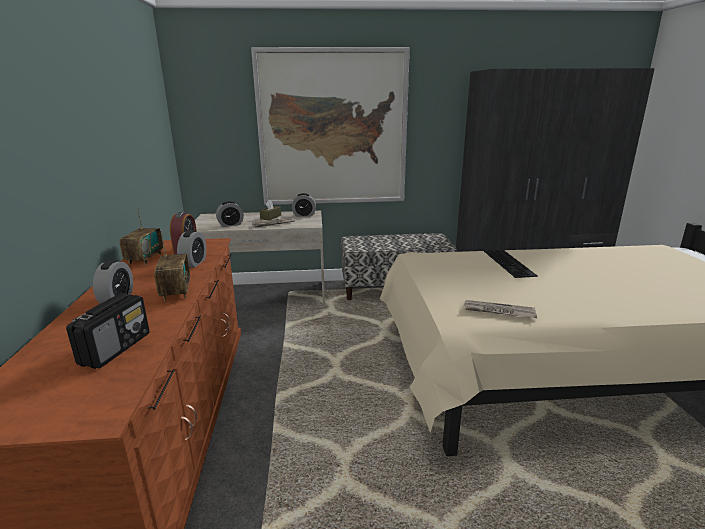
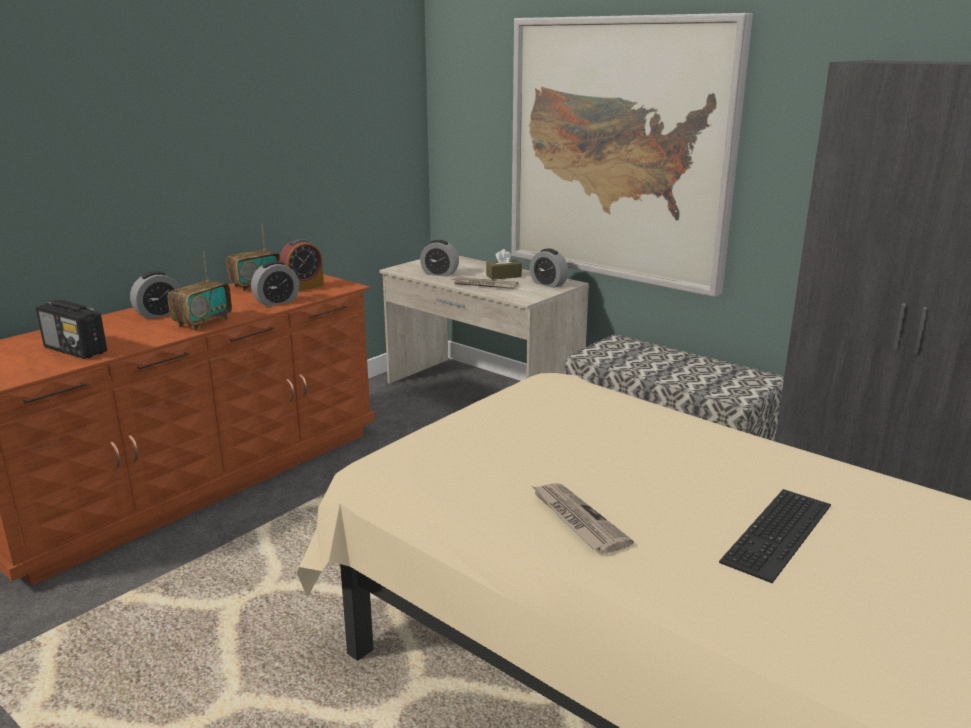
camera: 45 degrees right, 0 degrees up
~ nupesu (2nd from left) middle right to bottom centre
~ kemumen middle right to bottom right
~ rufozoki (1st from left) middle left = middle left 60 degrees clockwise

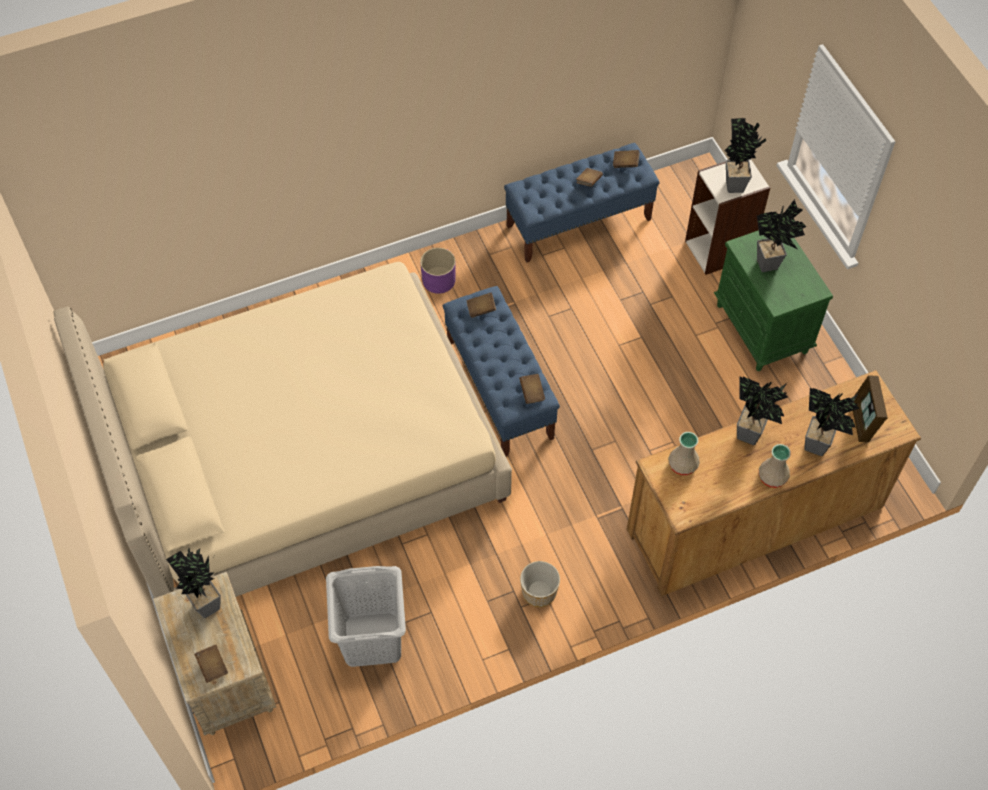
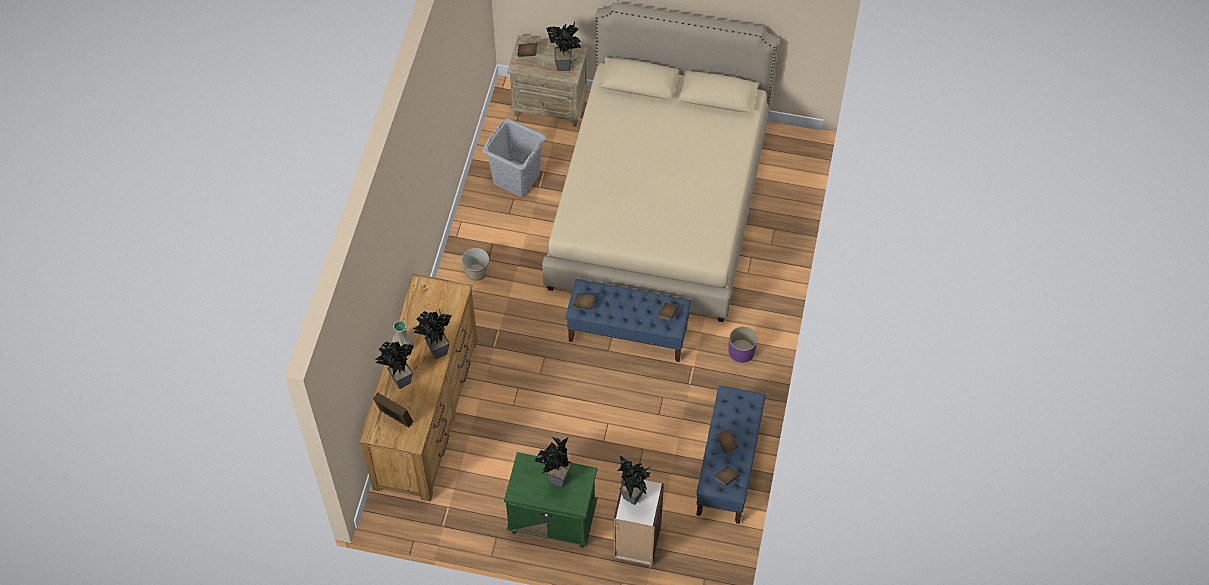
camera: 125 degrees right, 0 degrees up
- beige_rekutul (1st from left) middle right

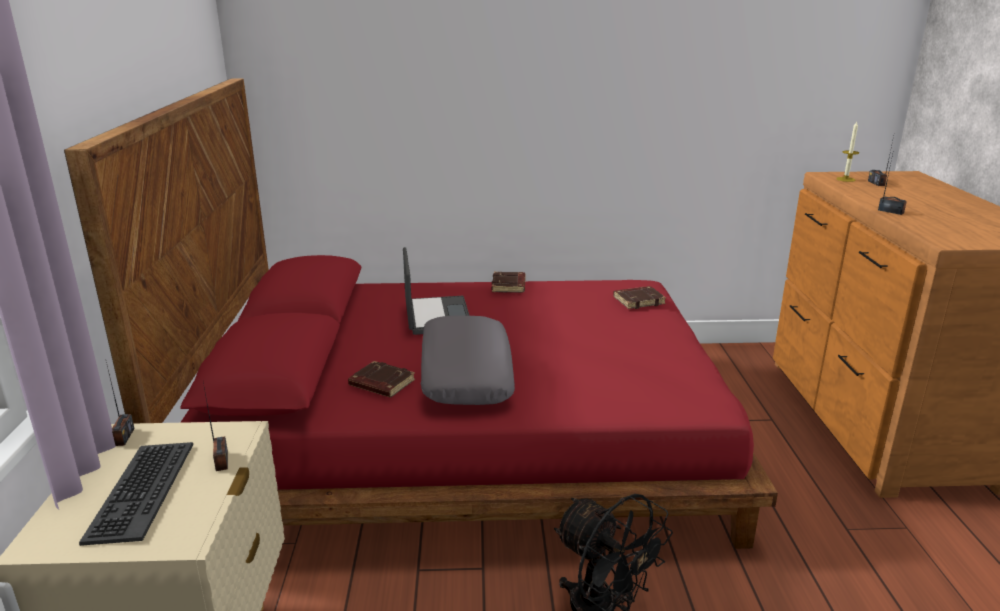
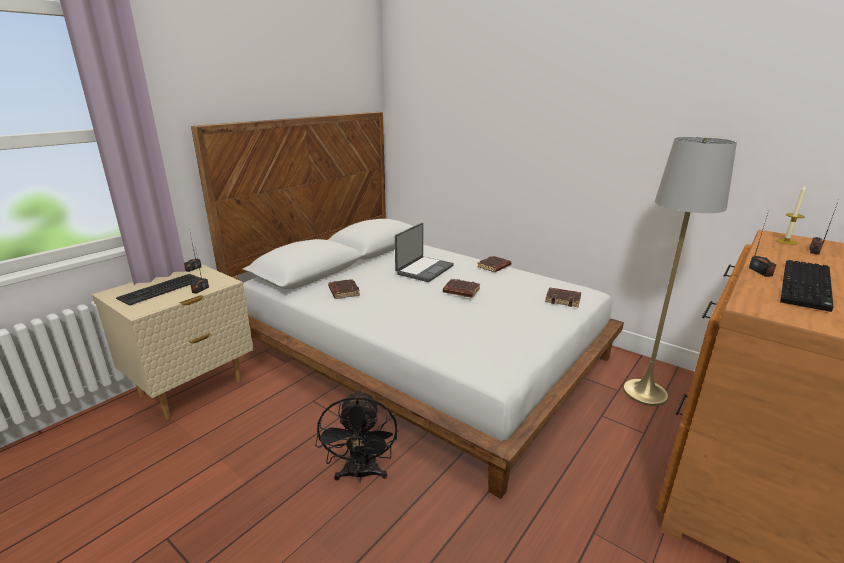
camera: 40 degrees right, 0 degrees up
- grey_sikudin centre
+ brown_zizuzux (2nd from left) centre
+ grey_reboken middle right
+ kemumen (2nd from left) middle right
~ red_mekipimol centre to white_mekipimol centre

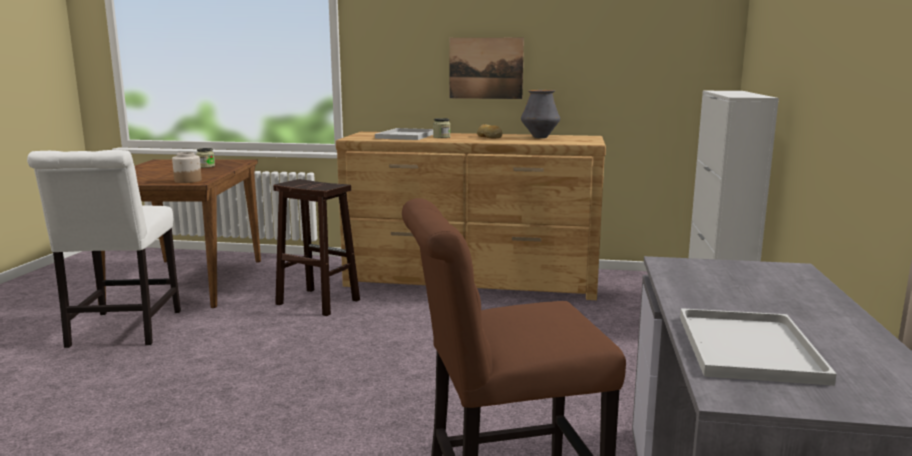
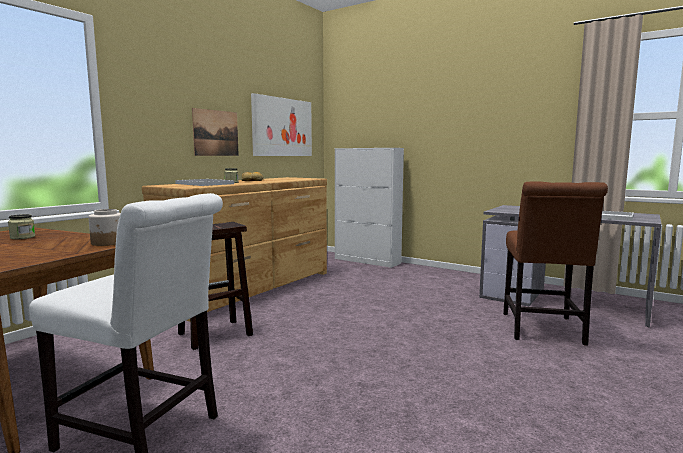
camera: 65 degrees left, 5 degrees down
- rekutul top centre
+ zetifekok (2nd from left) top centre

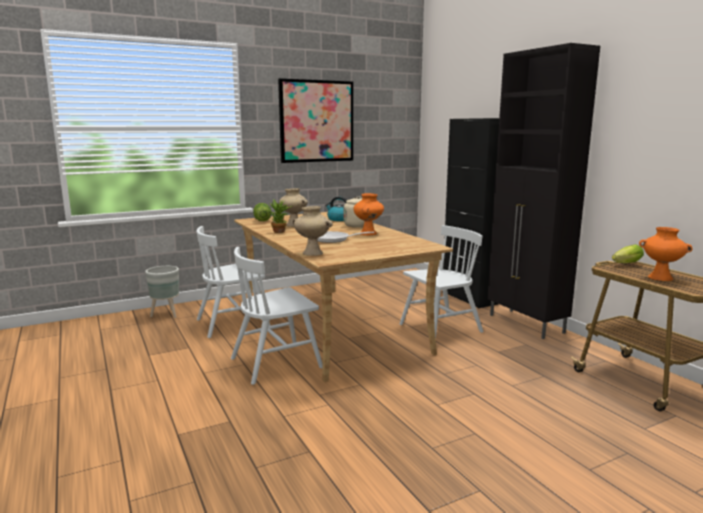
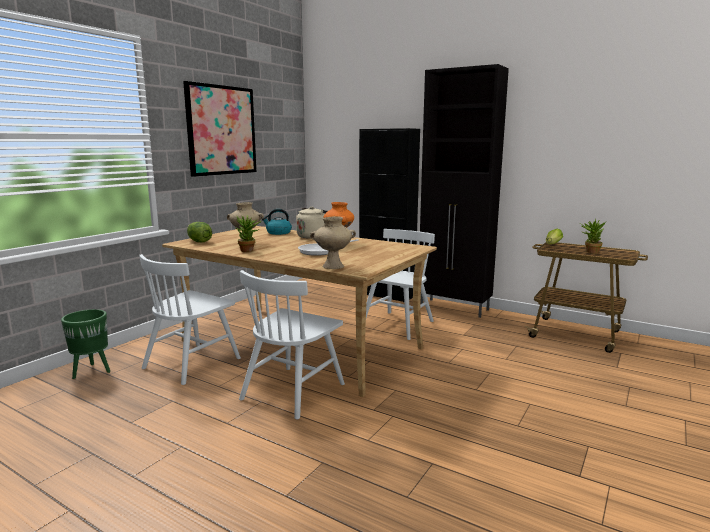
camera: 30 degrees left, 0 degrees up
~ orange_rekutul (2nd from left) middle right to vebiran (2nd from left) middle right
~ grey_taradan middle left to green_taradan middle left

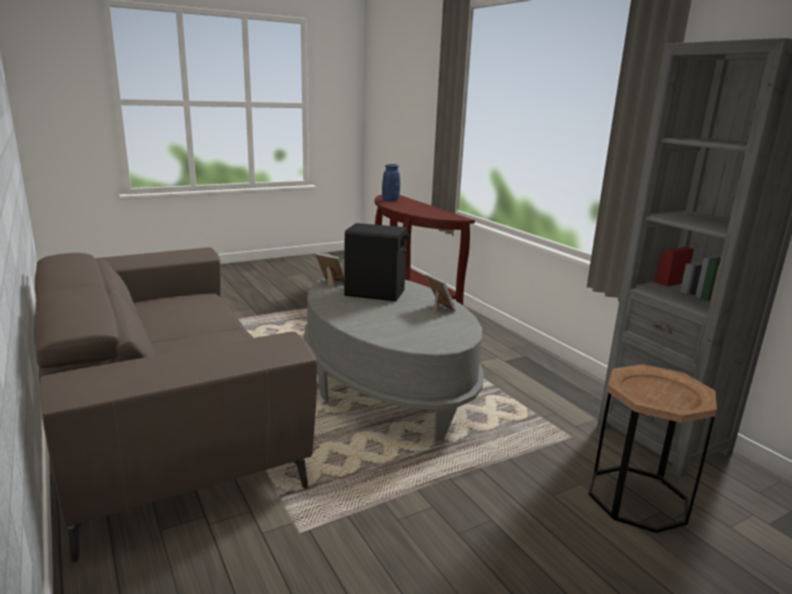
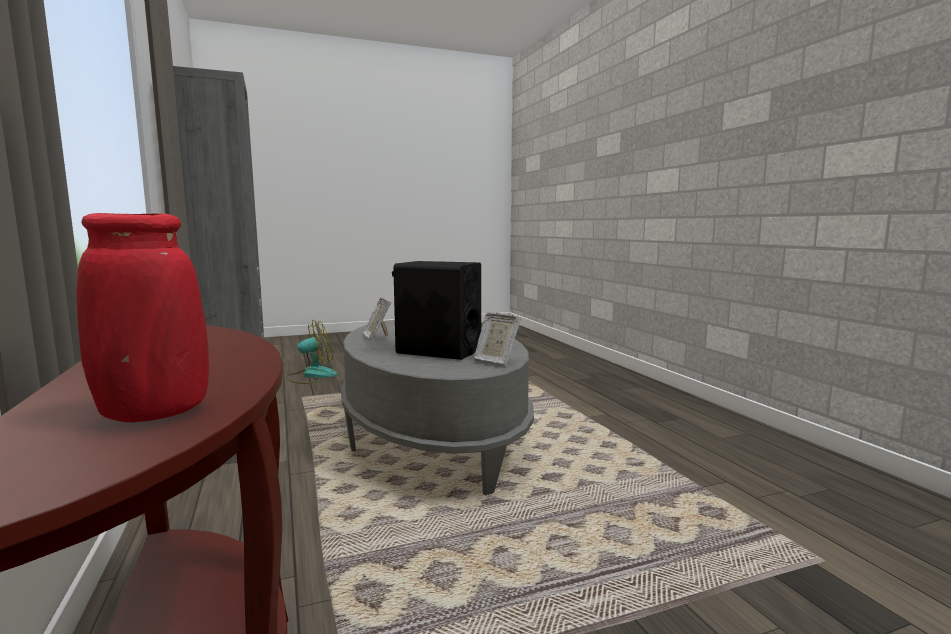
camera: 170 degrees left, 10 degrees down
- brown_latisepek bottom left
~ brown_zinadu bottom right to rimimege middle left
~ blue_rekutul top centre to red_rekutul middle left

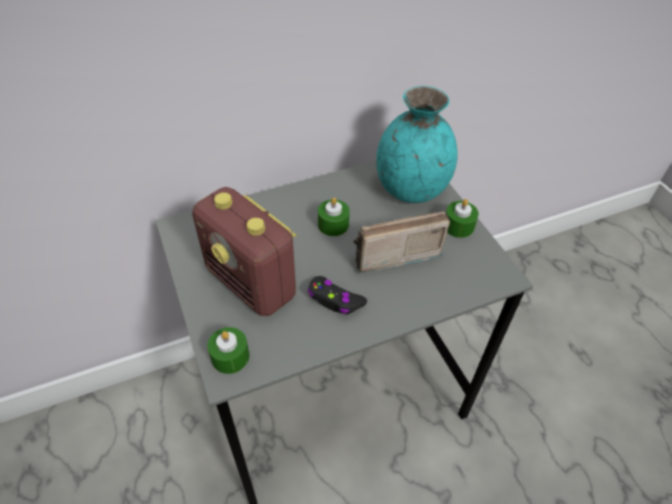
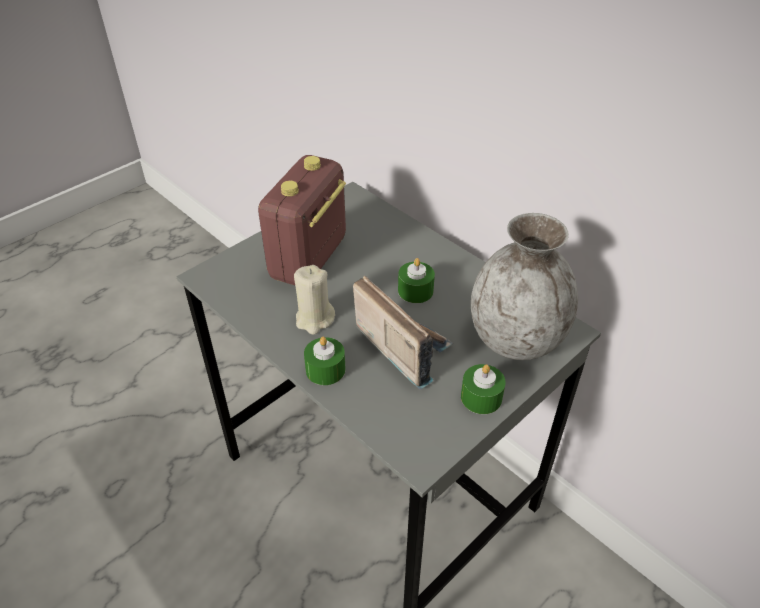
camera: 70 degrees right, 5 degrees down
~ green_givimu (1st from left) bottom centre to centre
~ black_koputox centre to beige_givimu centre
~ turquoise_rekutul top centre to grey_rekutul middle right

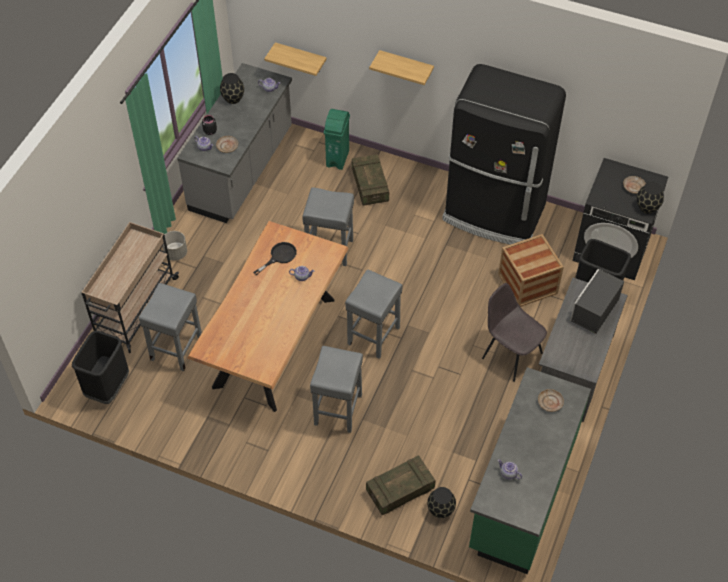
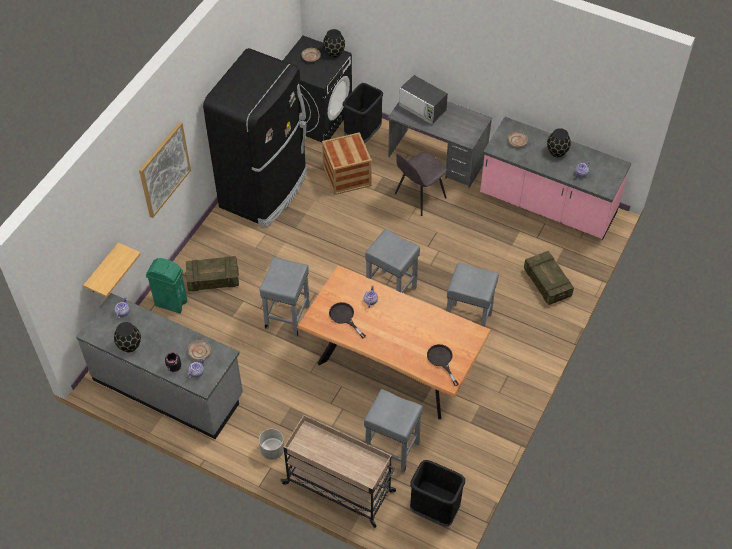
camera: 85 degrees left, 0 degrees up
+ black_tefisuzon (2nd from left) centre
~ black_rekutul (2nd from left in the first image) bottom centre to black_rekutul (3rd from left) top right
~ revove (2nd from left) top centre to zetifekok top left
~ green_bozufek bottom right to pink_bozufek top right

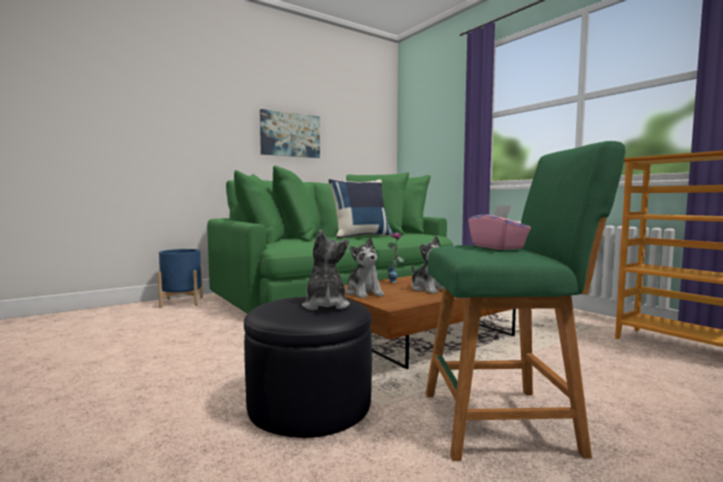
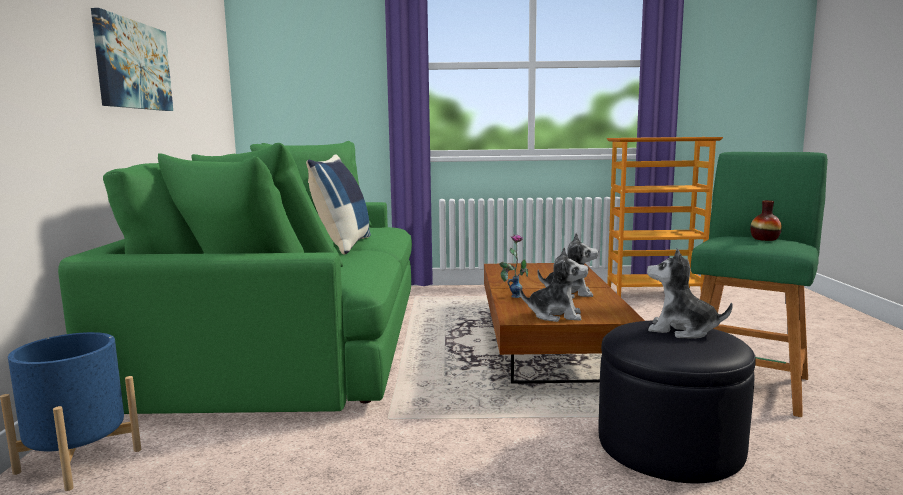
camera: 55 degrees left, 5 degrees up
~ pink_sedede middle right to rekutul (2nd from left) middle right

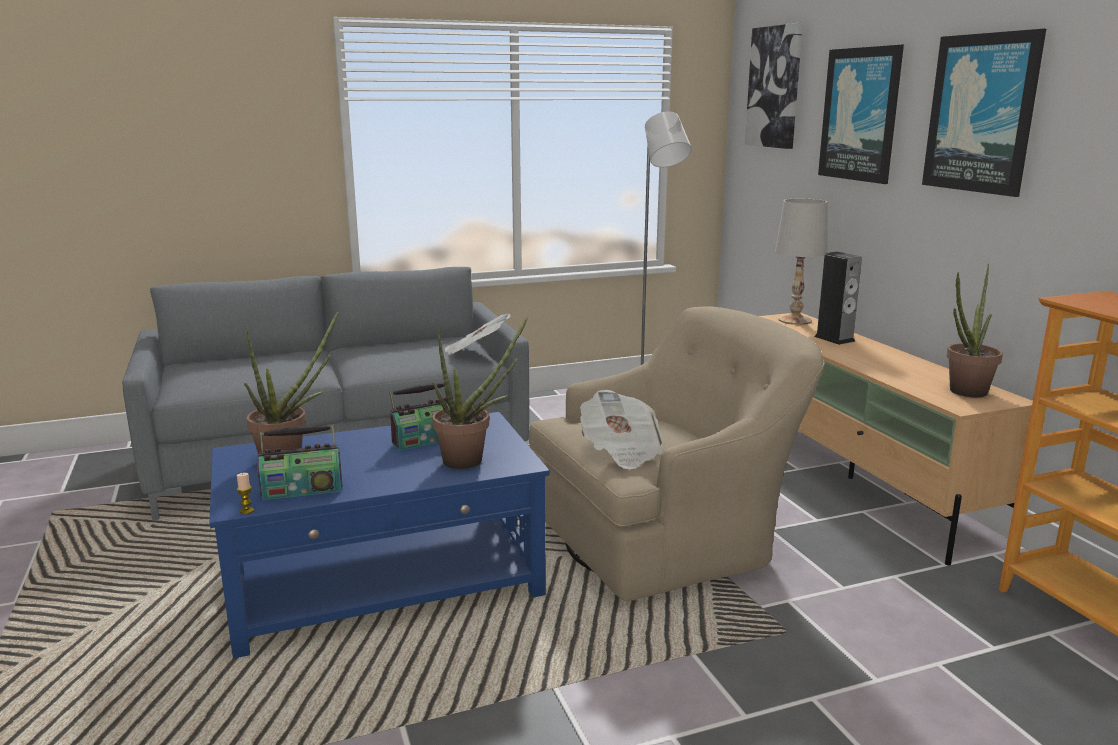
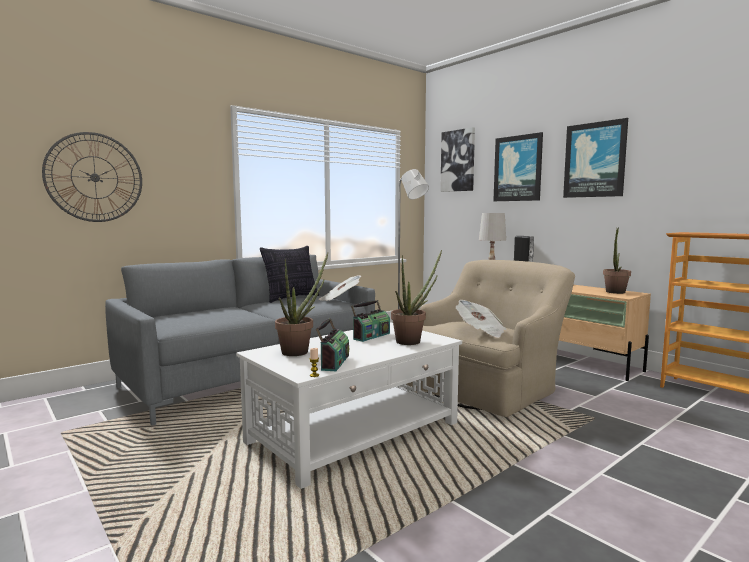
camera: 20 degrees left, 10 degrees down
+ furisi top left
+ sikudin centre
~ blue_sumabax bottom centre to white_sumabax bottom centre
~ rufozoki (1st from left) middle left = centre 45 degrees counterclockwise

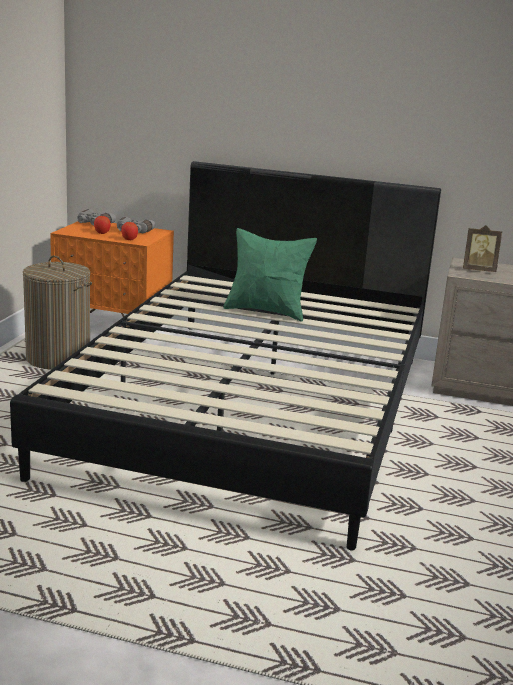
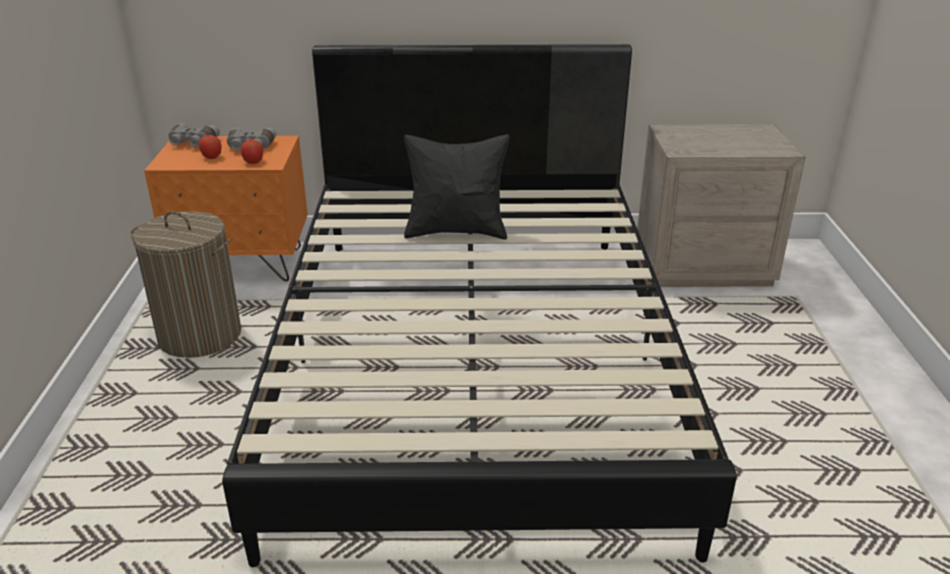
camera: 15 degrees left, 10 degrees up
- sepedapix middle right
~ green_sikudin centre to black_sikudin top centre

